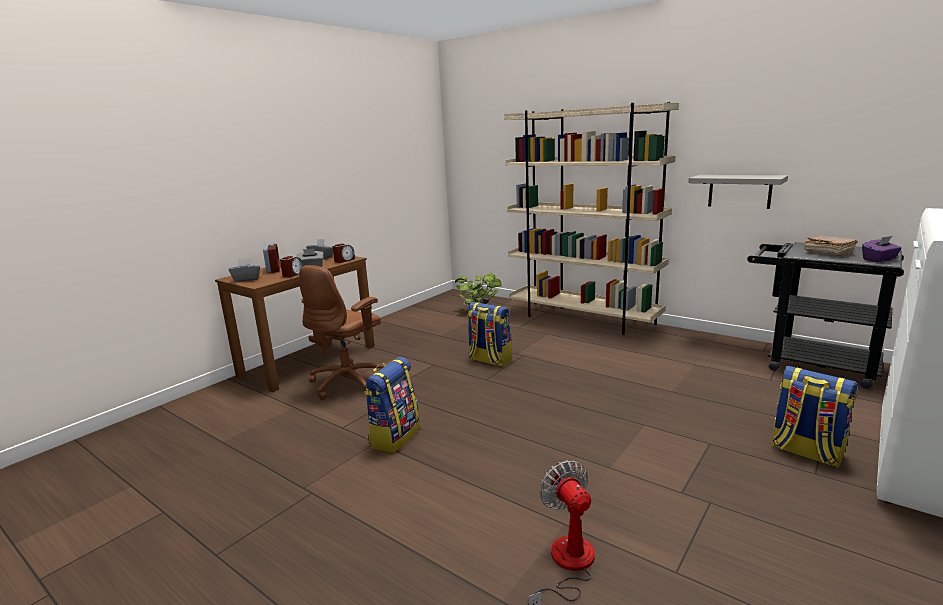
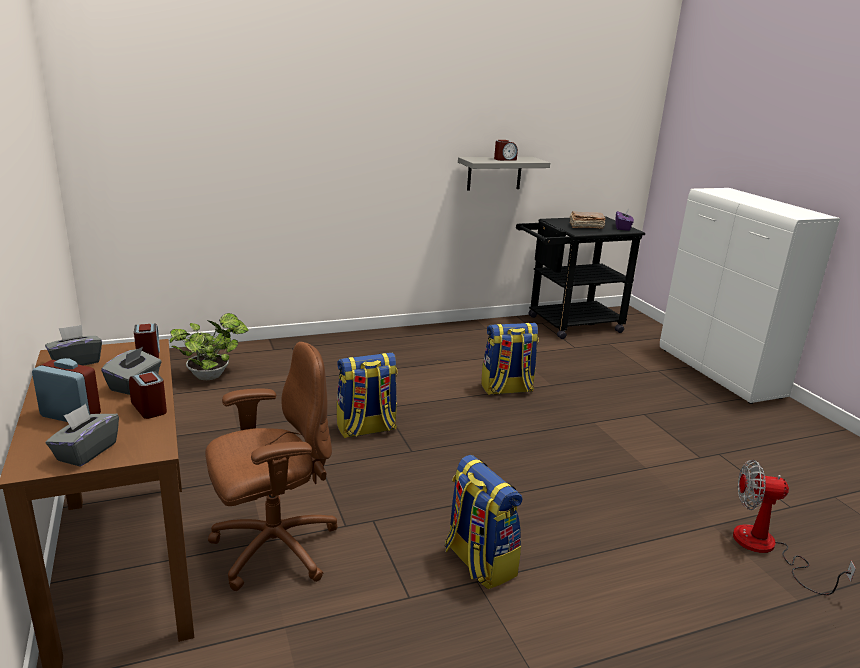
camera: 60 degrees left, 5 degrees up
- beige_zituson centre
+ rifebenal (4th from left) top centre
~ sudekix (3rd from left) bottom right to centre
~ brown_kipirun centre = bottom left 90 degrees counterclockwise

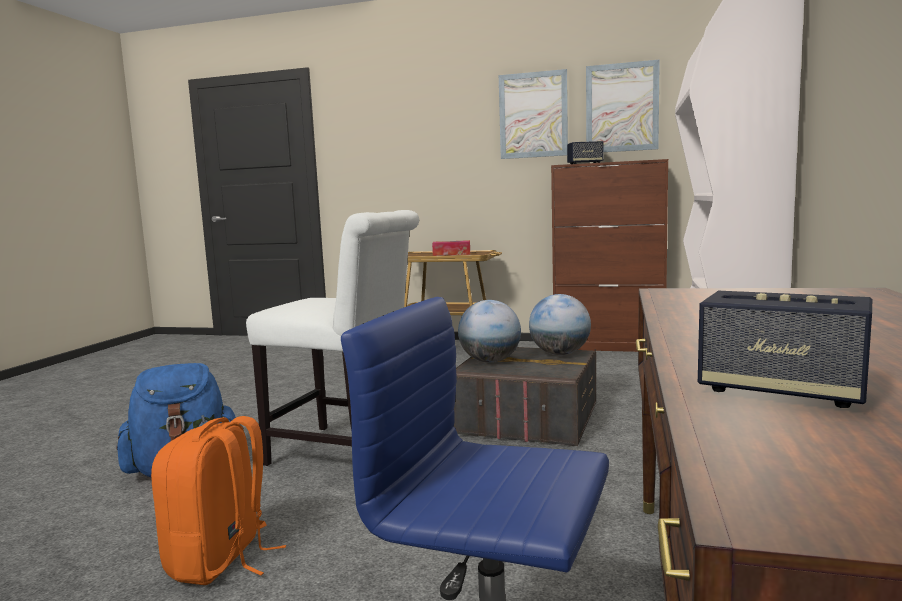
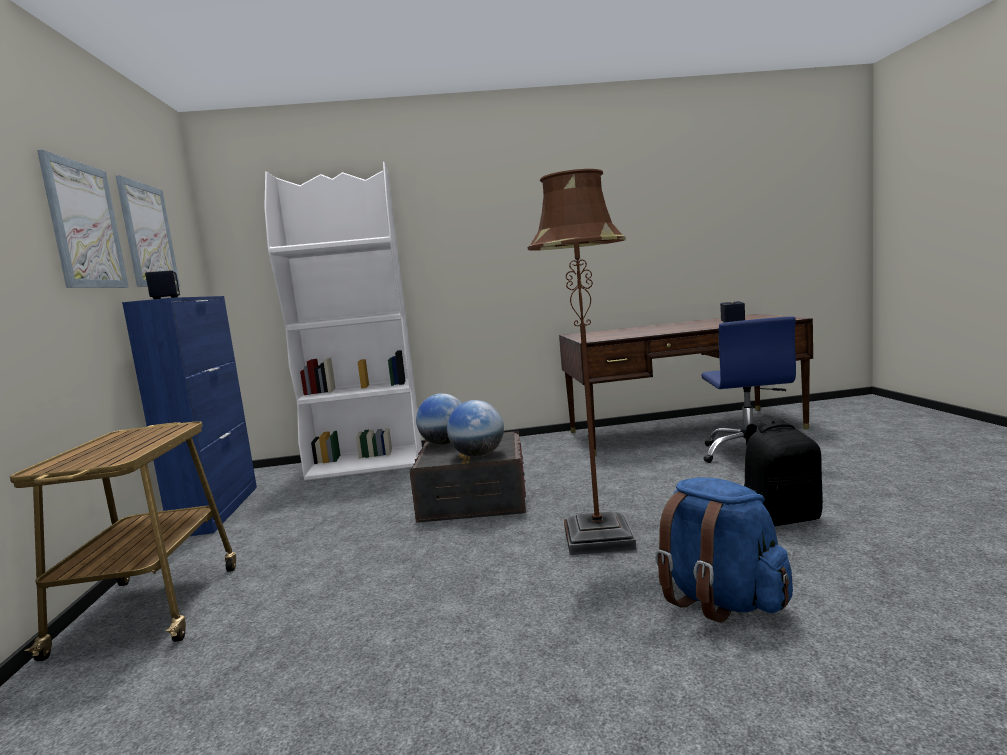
camera: 110 degrees left, 0 degrees up
- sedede centre
~ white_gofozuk centre to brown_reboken centre
~ orange_sudekix bottom left to black_sudekix middle right
~ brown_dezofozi middle right to blue_dezofozi middle left

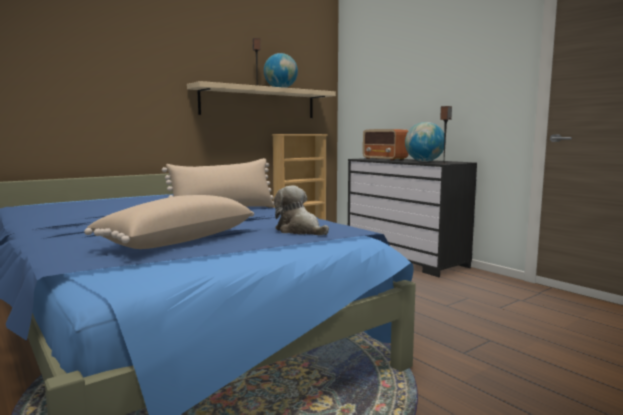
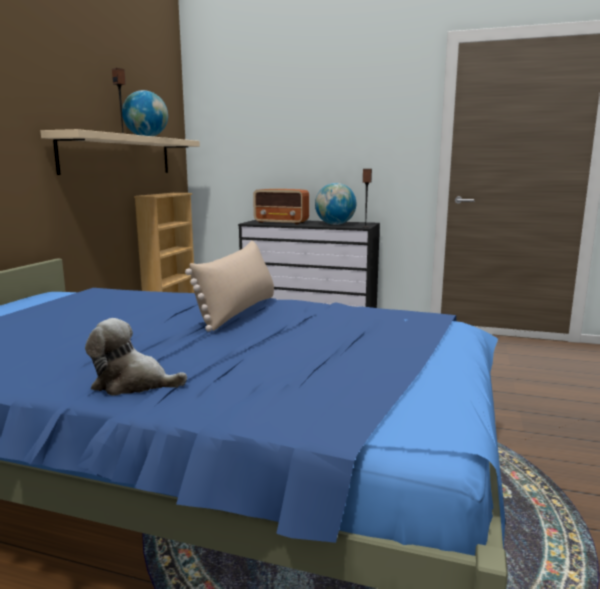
camera: 35 degrees left, 5 degrees up
- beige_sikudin (1st from left) middle left
~ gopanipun centre to middle left

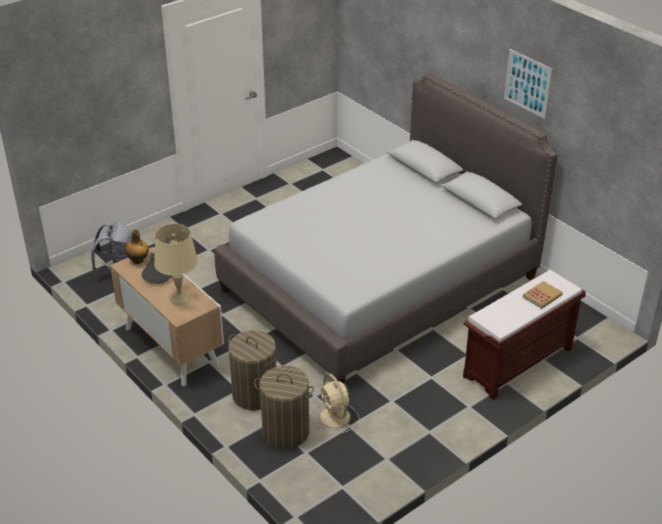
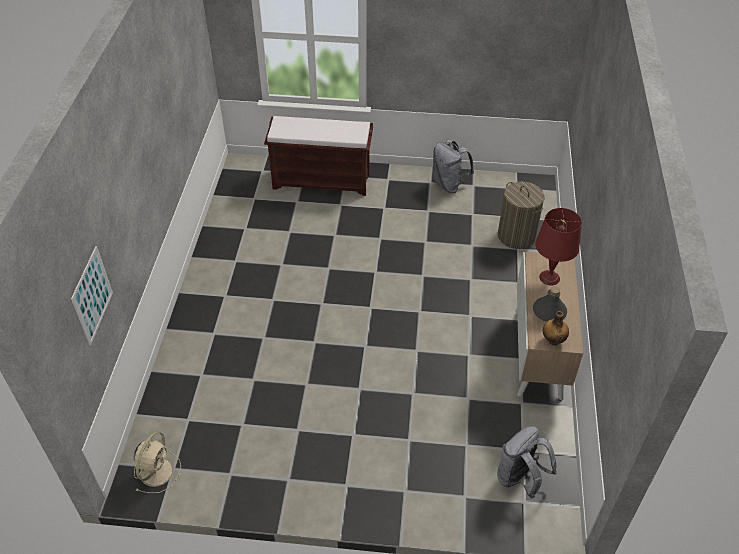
camera: 135 degrees left, 10 degrees up
- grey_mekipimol centre
- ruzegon (1st from left) bottom centre
- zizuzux middle right
+ grey_sudekix (1st from left) top centre
~ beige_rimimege bottom centre to bottom left
~ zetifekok top right to middle left
~ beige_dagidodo middle left to red_dagidodo middle right

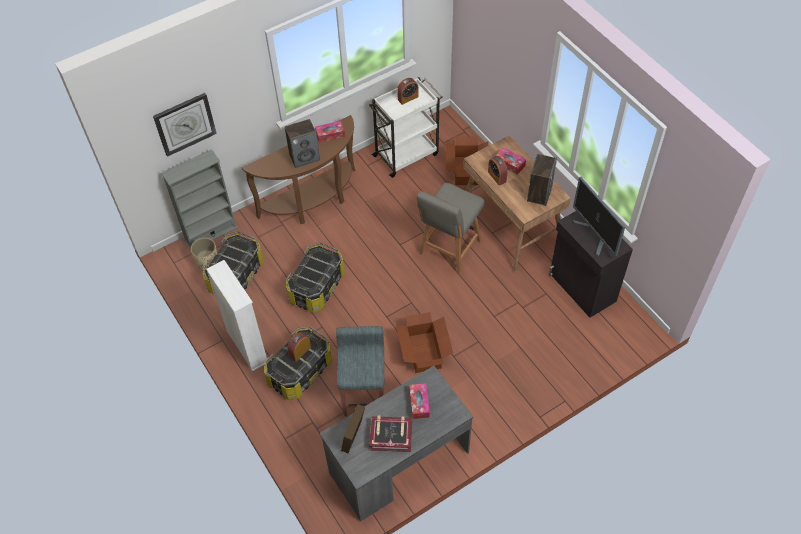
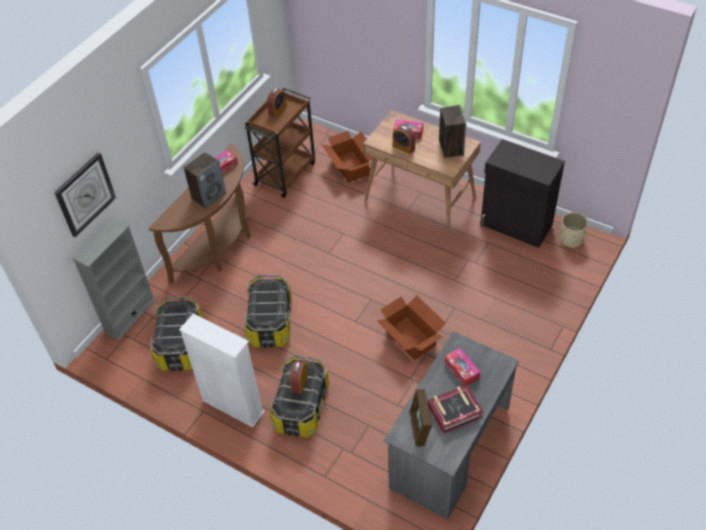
camera: 25 degrees left, 5 degrees down
- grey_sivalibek bottom centre
- grey_gofozuk centre
- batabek middle right
~ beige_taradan middle left to middle right
~ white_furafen top centre to brown_furafen top centre

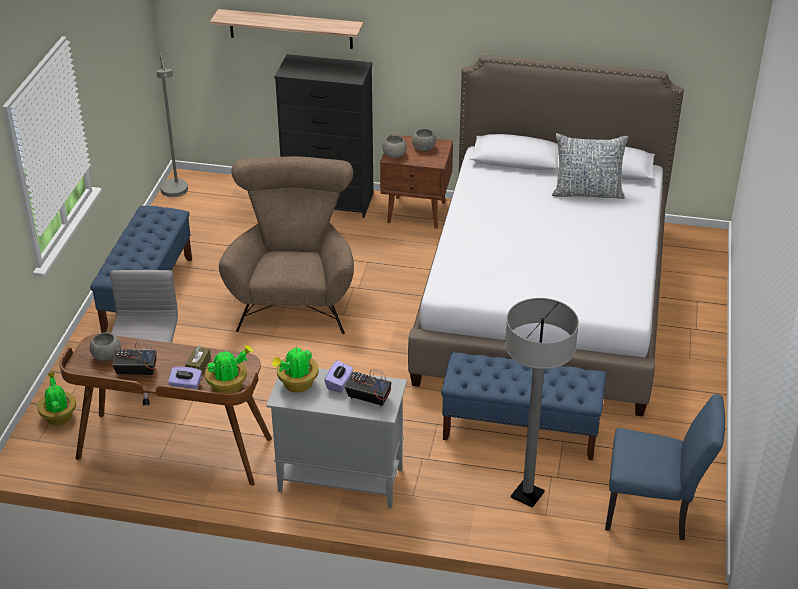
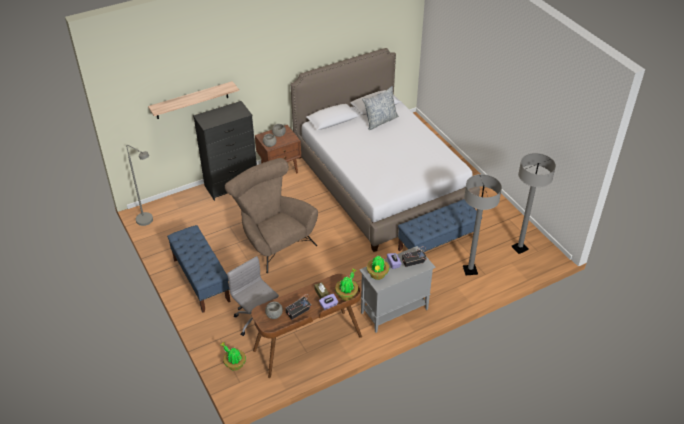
camera: 40 degrees left, 5 degrees up
~ blue_gofozuk bottom right to grey_reboken (3rd from left) middle right

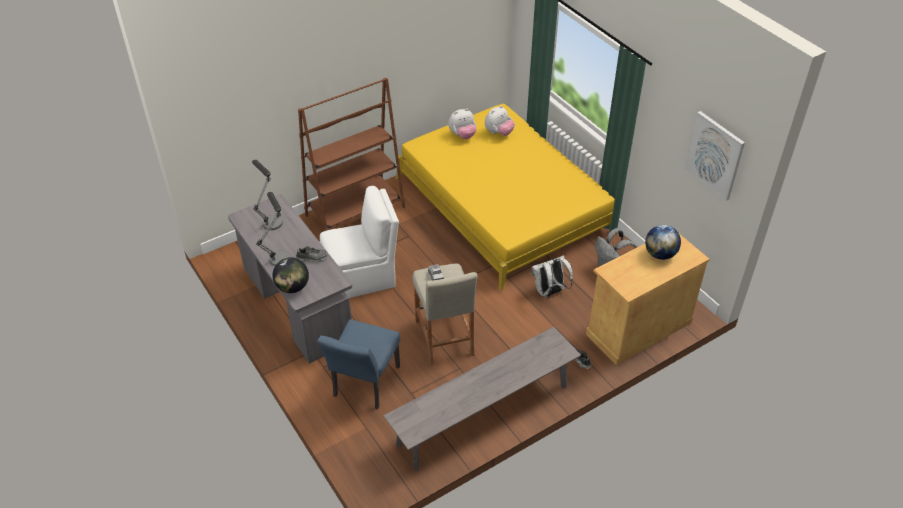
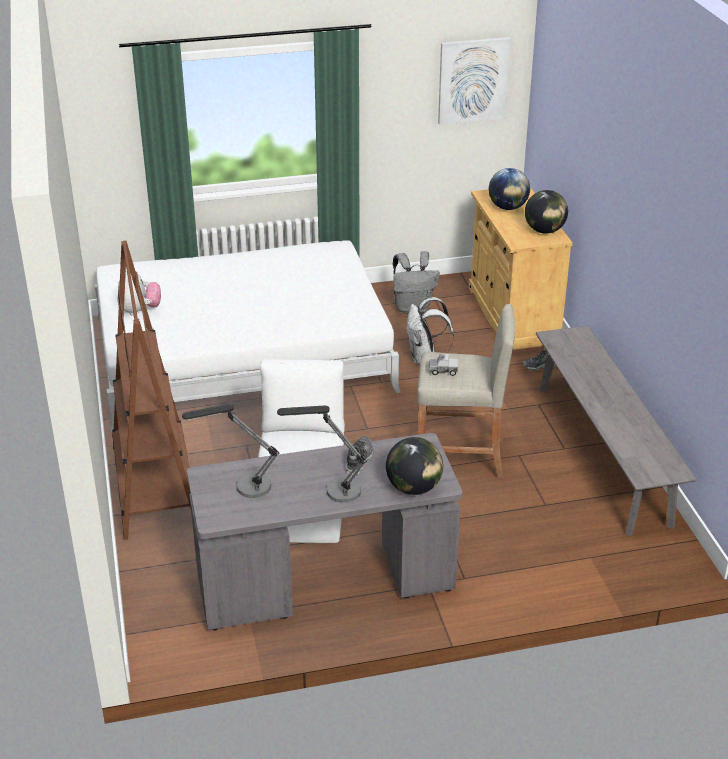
camera: 70 degrees left, 10 degrees down
- blue_gofozuk bottom centre
- gopanipun (2nd from left) top centre
+ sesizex (3rd from left) top right
~ yellow_mekipimol centre to white_mekipimol centre

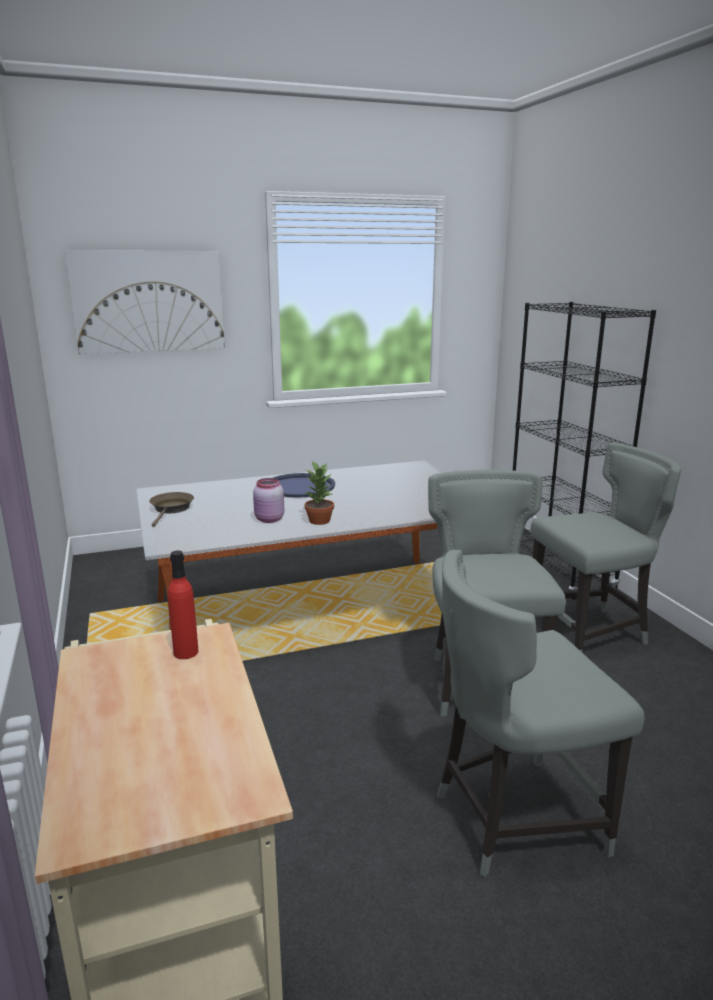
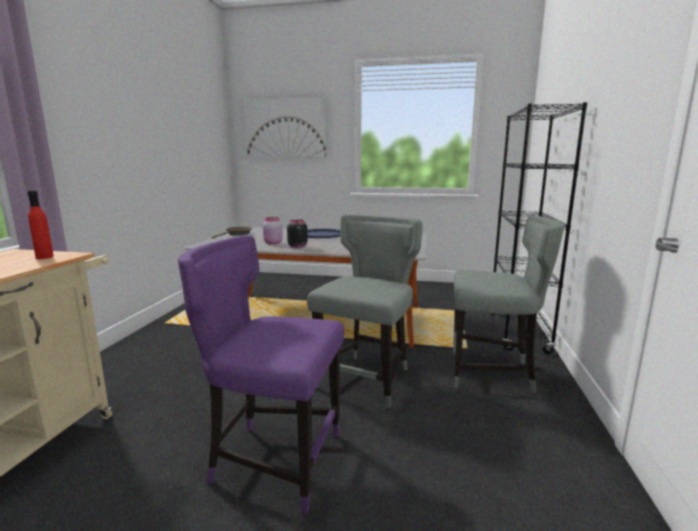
camera: 30 degrees right, 5 degrees down
~ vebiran centre to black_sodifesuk centre
~ grey_gofozuk (2nd from left) bottom right to purple_gofozuk bottom centre

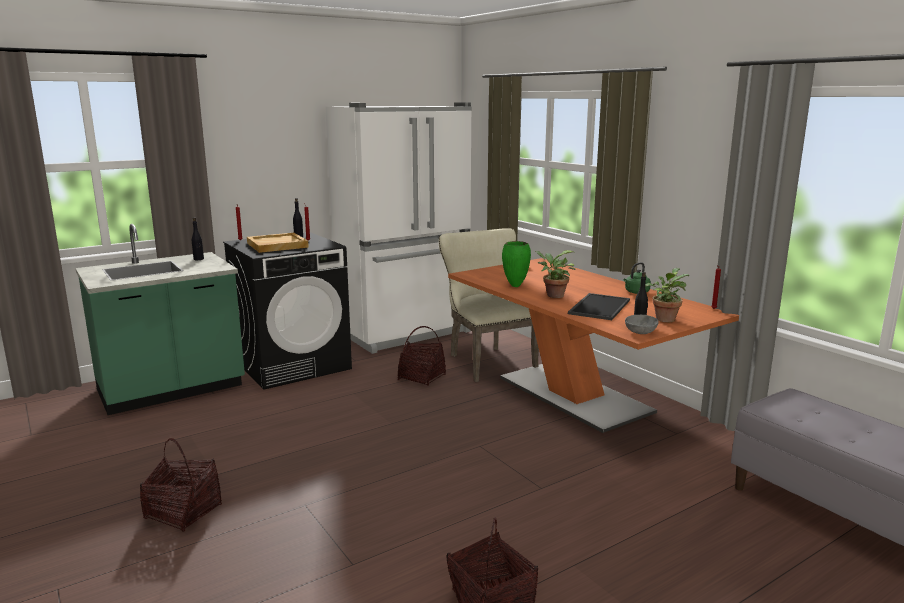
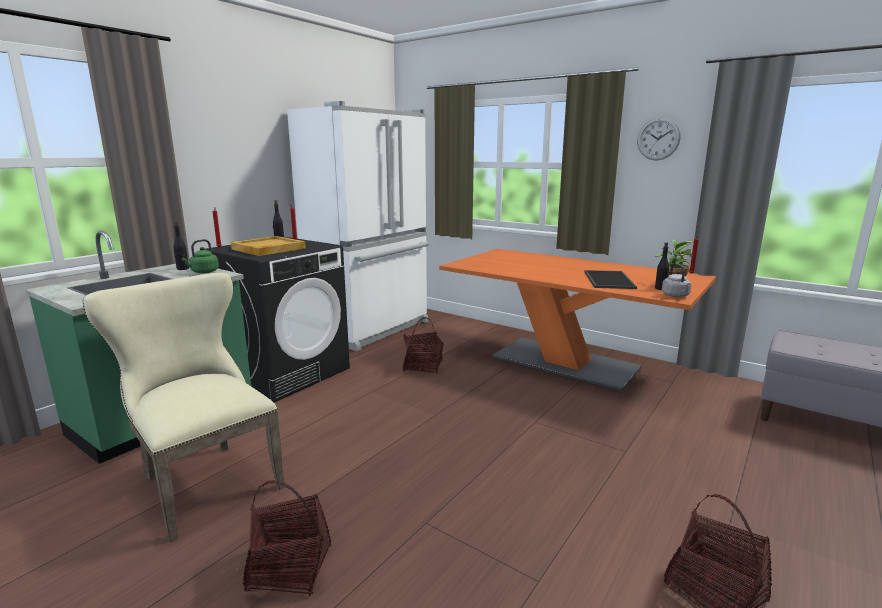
camera: 20 degrees left, 0 degrees up
- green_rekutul centre
- vebiran (1st from left) centre
+ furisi top right
~ beige_gofozuk centre to bottom left
~ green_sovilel middle right to middle left
~ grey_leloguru middle right to grey_sovilel middle right

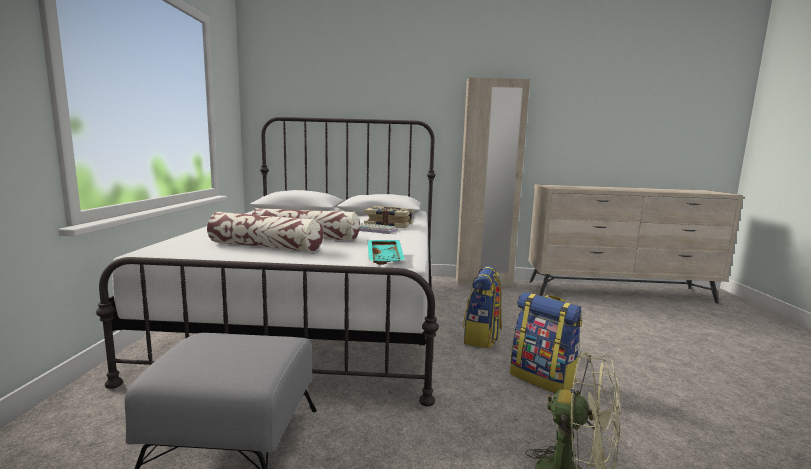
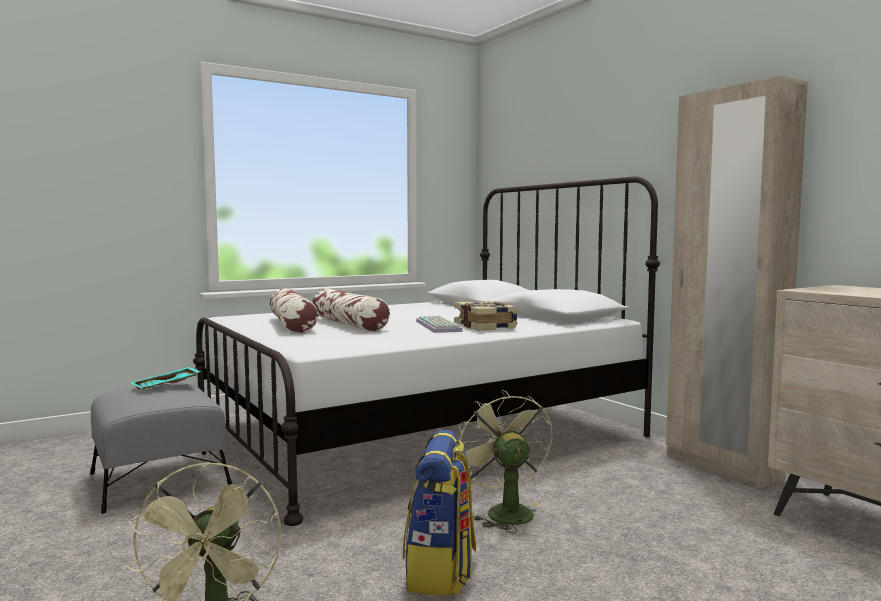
camera: 55 degrees right, 5 degrees down
~ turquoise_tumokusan centre to middle left
~ sudekix (1st from left) centre to green_rimimege (2nd from left) bottom centre

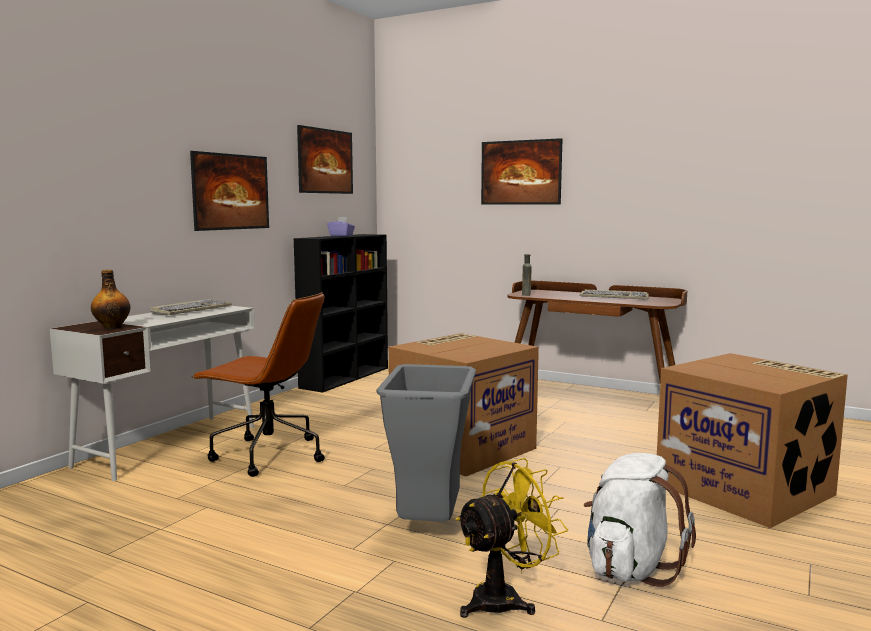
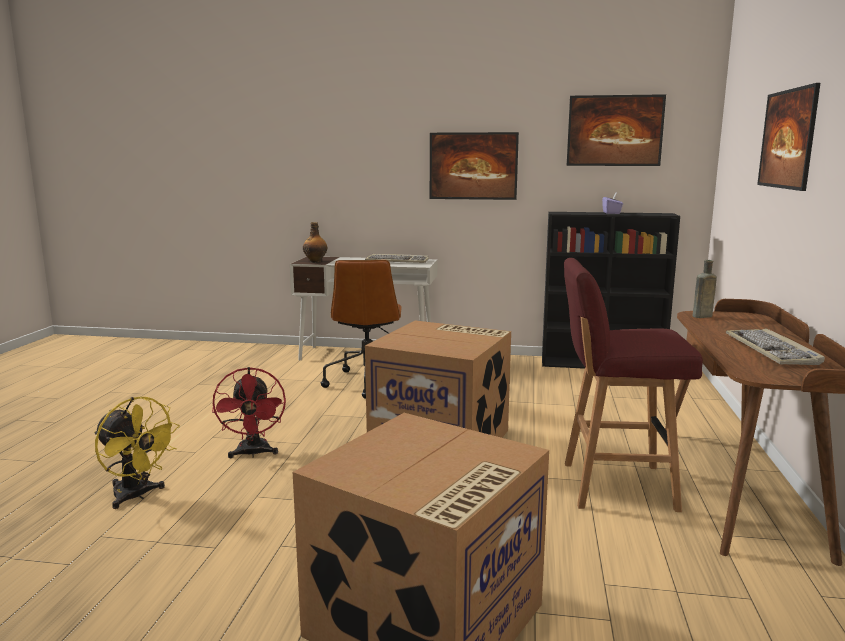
camera: 70 degrees right, 5 degrees up
- white_sudekix bottom right
+ red_sivalibek middle right
~ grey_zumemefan bottom centre to red_rimimege middle left

